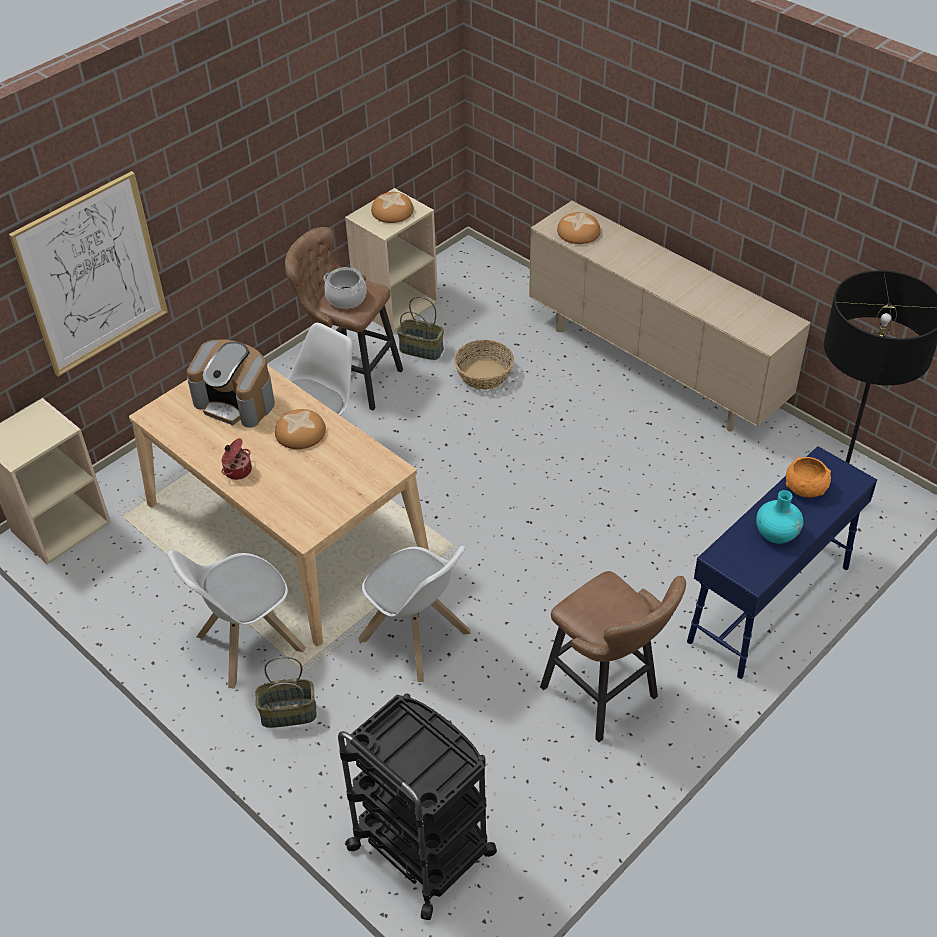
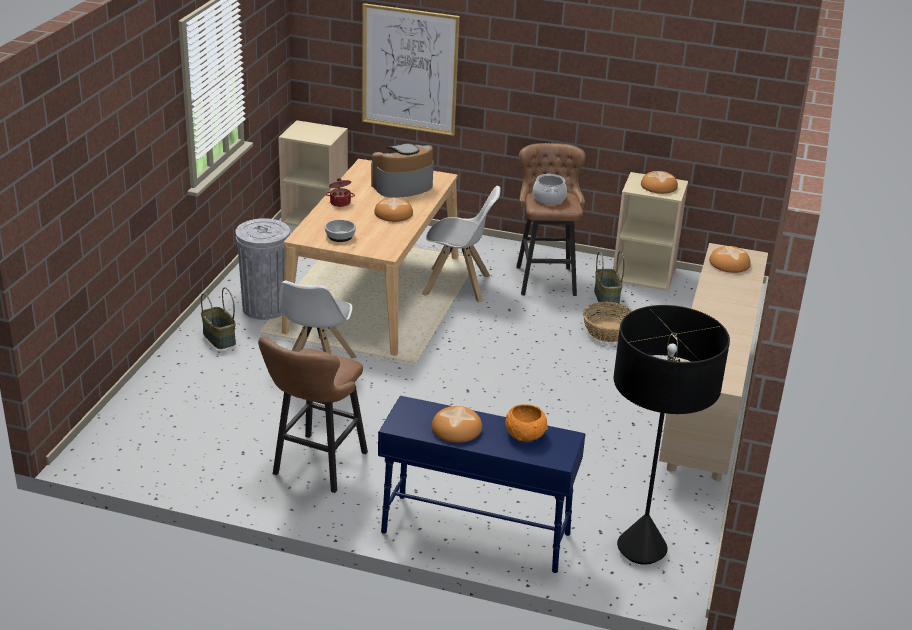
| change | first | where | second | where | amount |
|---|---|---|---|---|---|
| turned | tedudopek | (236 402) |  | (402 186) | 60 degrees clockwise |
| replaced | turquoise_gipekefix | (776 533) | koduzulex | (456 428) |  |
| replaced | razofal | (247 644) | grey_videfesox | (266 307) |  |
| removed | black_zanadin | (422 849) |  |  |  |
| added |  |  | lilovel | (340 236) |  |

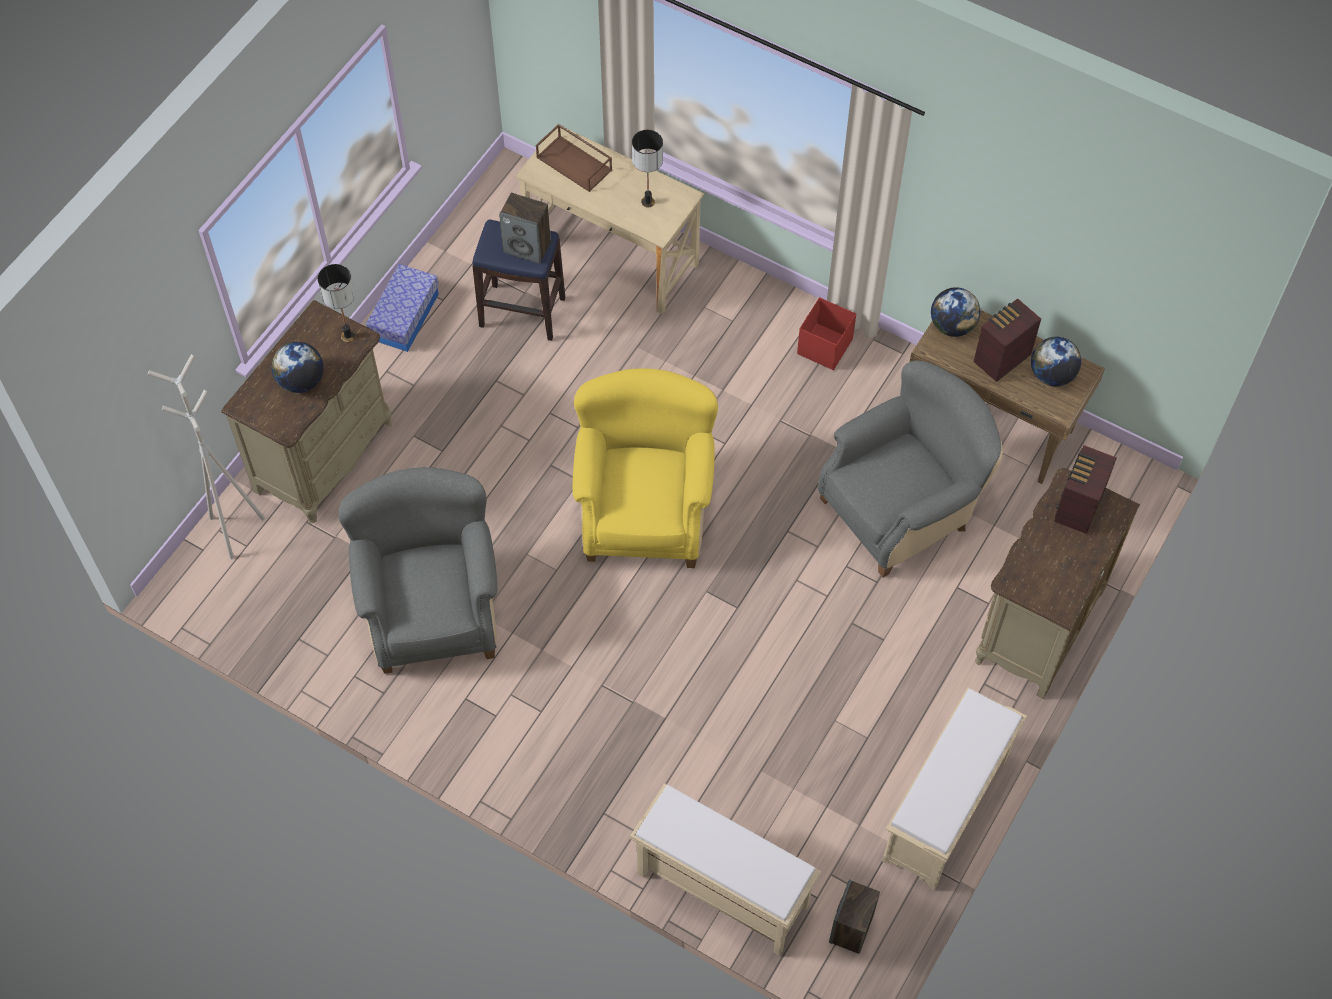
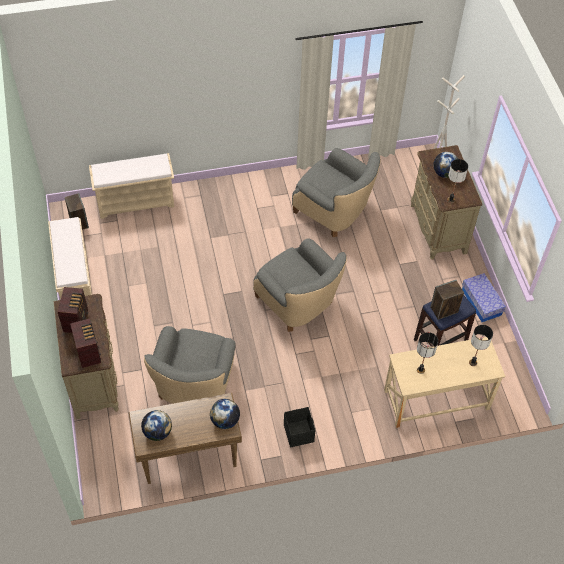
| change | first | where | second | where | amount |
|---|---|---|---|---|---|
| replaced | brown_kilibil | (575 163) | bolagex | (473 363) |  |
| recoloured | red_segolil | (824 347) | black_segolil | (298 433) |  |
| moved | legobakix | (1000 358) |  | (76 320) |  |
| recoloured | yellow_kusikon | (645 510) | grey_kusikon | (298 302) |  |

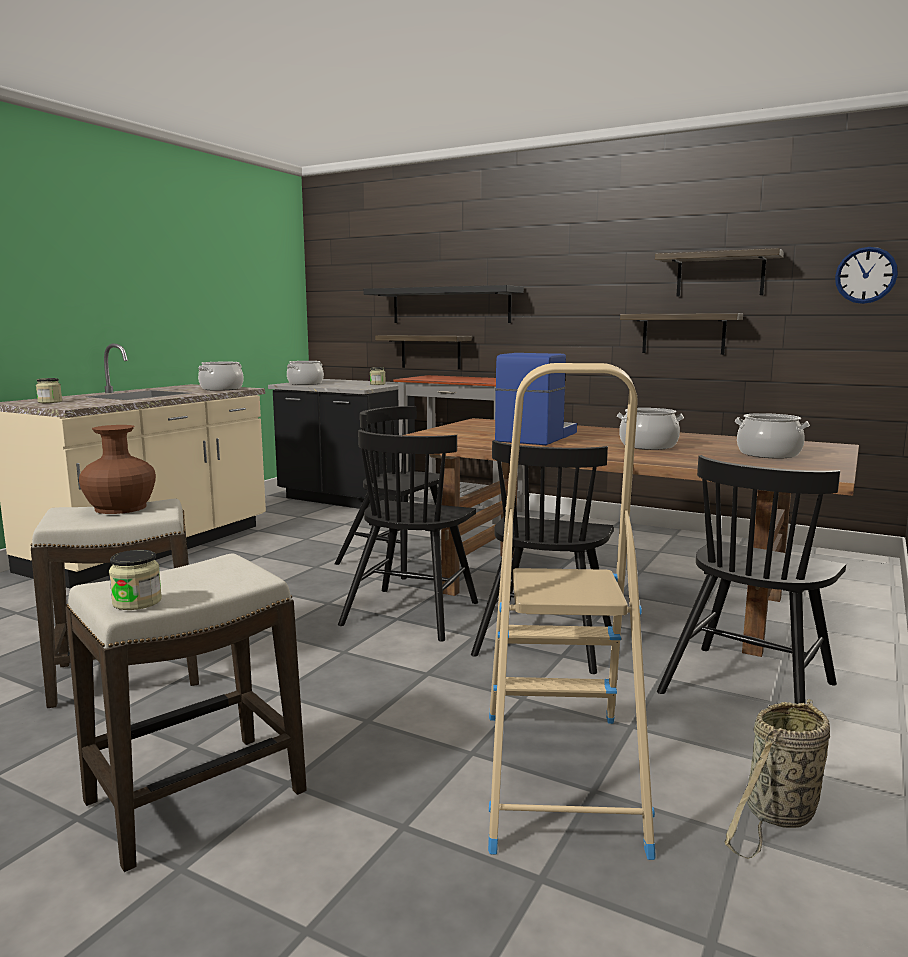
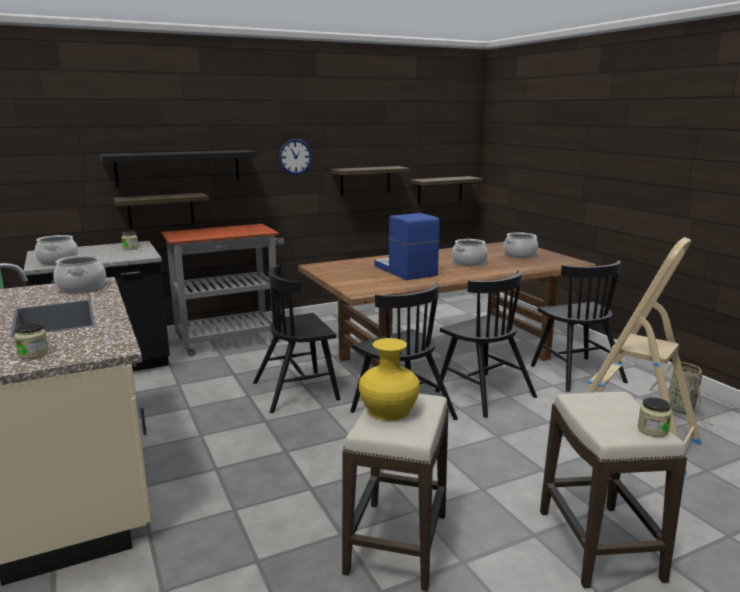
| change | first | where | second | where | amount |
|---|---|---|---|---|---|
| moved | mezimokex | (865 275) |  | (295 156) |  |
| moved | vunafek | (720 275) |  | (440 190) |  |
| recoloured | brown_gipekefix | (121 508) | yellow_gipekefix | (389 410) |  |

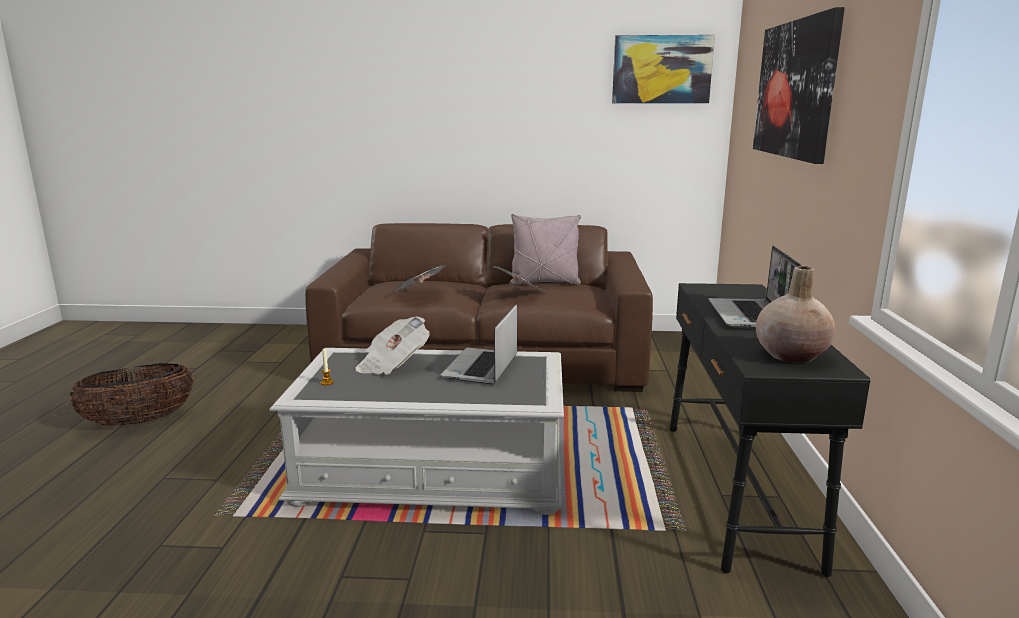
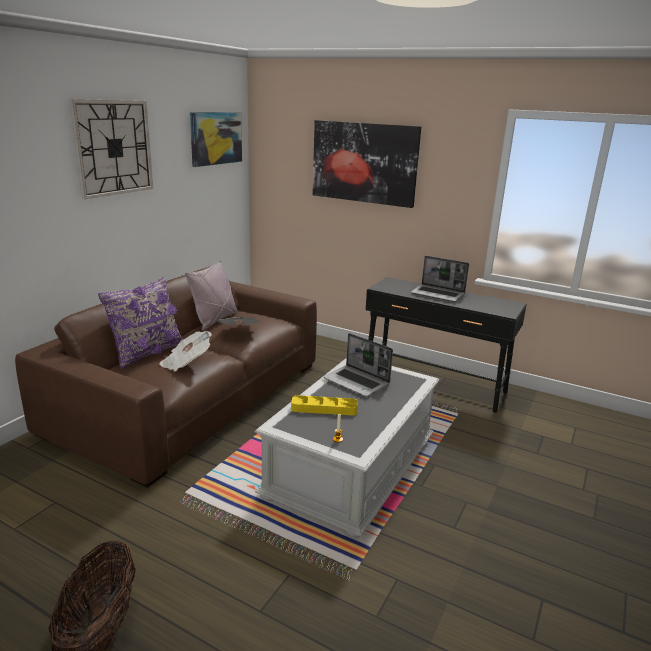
| change | first | where | second | where | amount |
|---|---|---|---|---|---|
| removed | beige_gipekefix | (791 355) |  |  |  |
| replaced | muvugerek | (392 364) | yellow_kilibil | (324 409) |  |
| added |  |  | mezimokex | (113 148) |  |
| added |  |  | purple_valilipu | (147 354) |  |

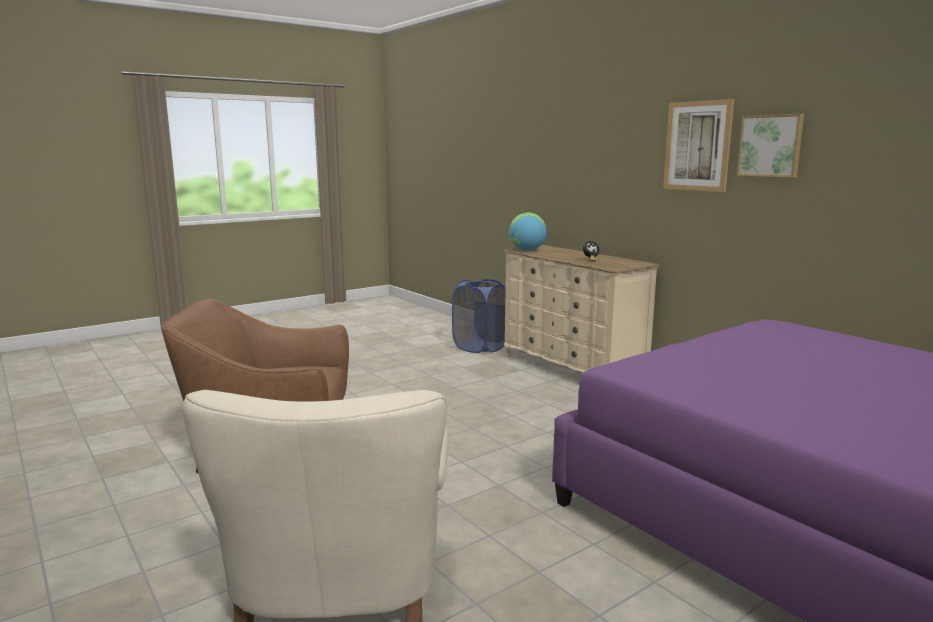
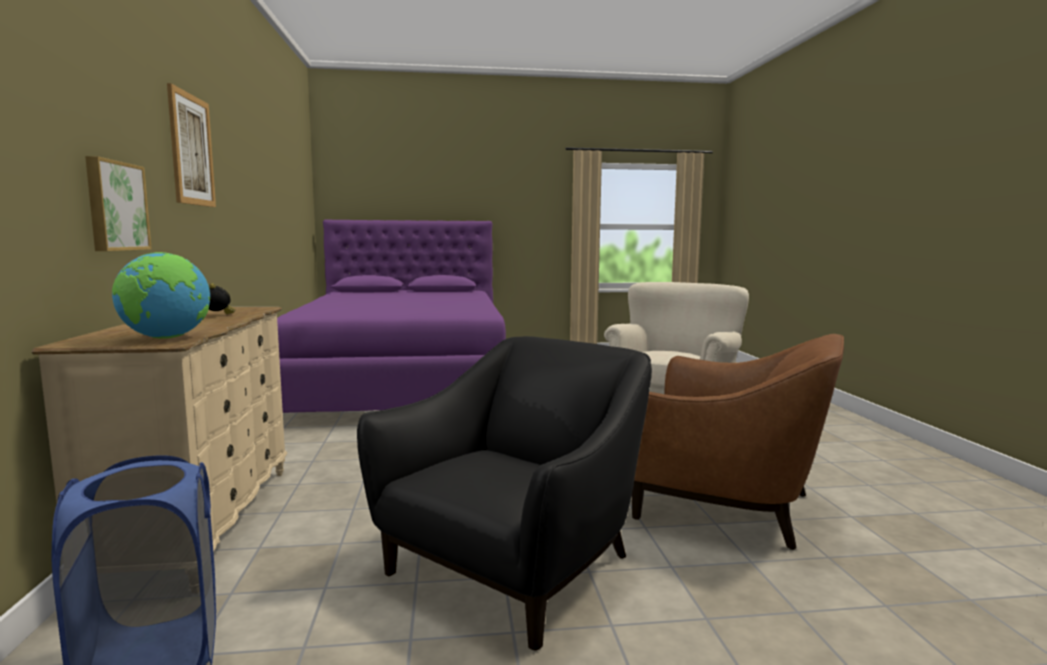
| change | first | where | second | where | amount |
|---|---|---|---|---|---|
| moved | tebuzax | (771 146) |  | (115 206) |  |
| added |  |  | black_kusikon | (515 566) |  |

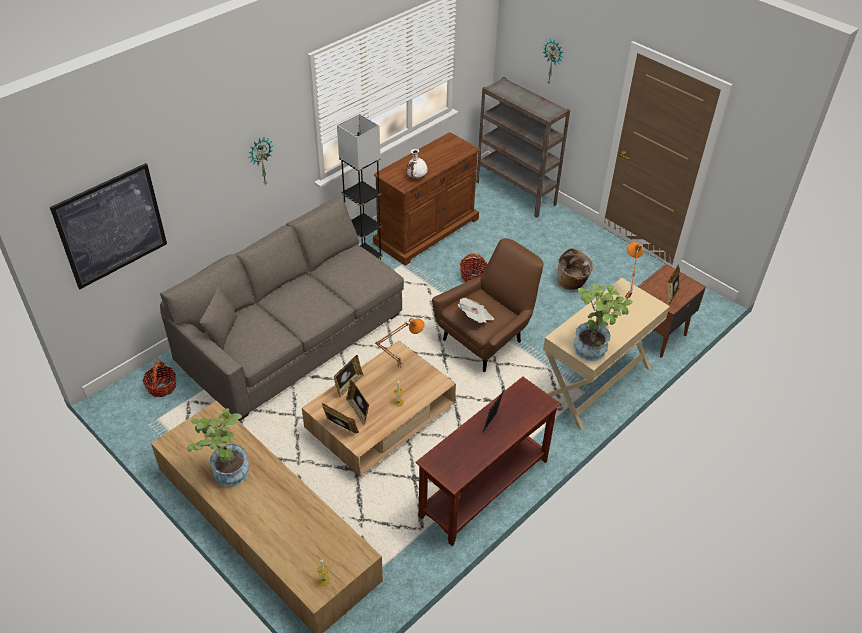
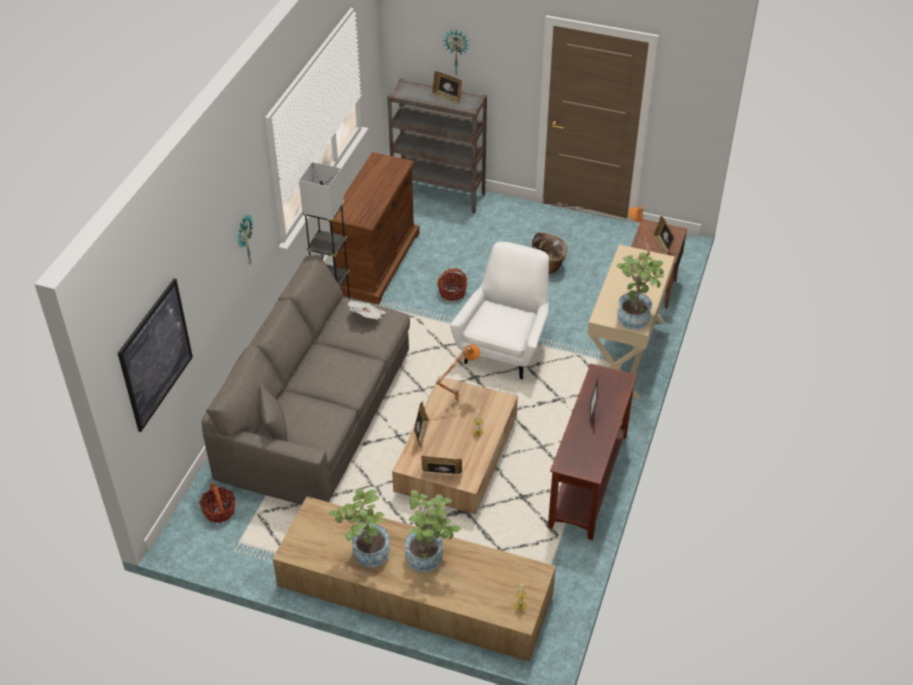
| change | first | where | second | where | amount |
|---|---|---|---|---|---|
| removed | white_gipekefix | (416 177) |  |  |  |
| recoloured | brown_kusikon | (486 340) | white_kusikon | (504 348) |  |
| moved | muvugerek | (475 318) |  | (367 317) |  |
| moved | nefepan | (358 411) |  | (447 97) |  |
| added |  |  | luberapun | (430 558) |  |

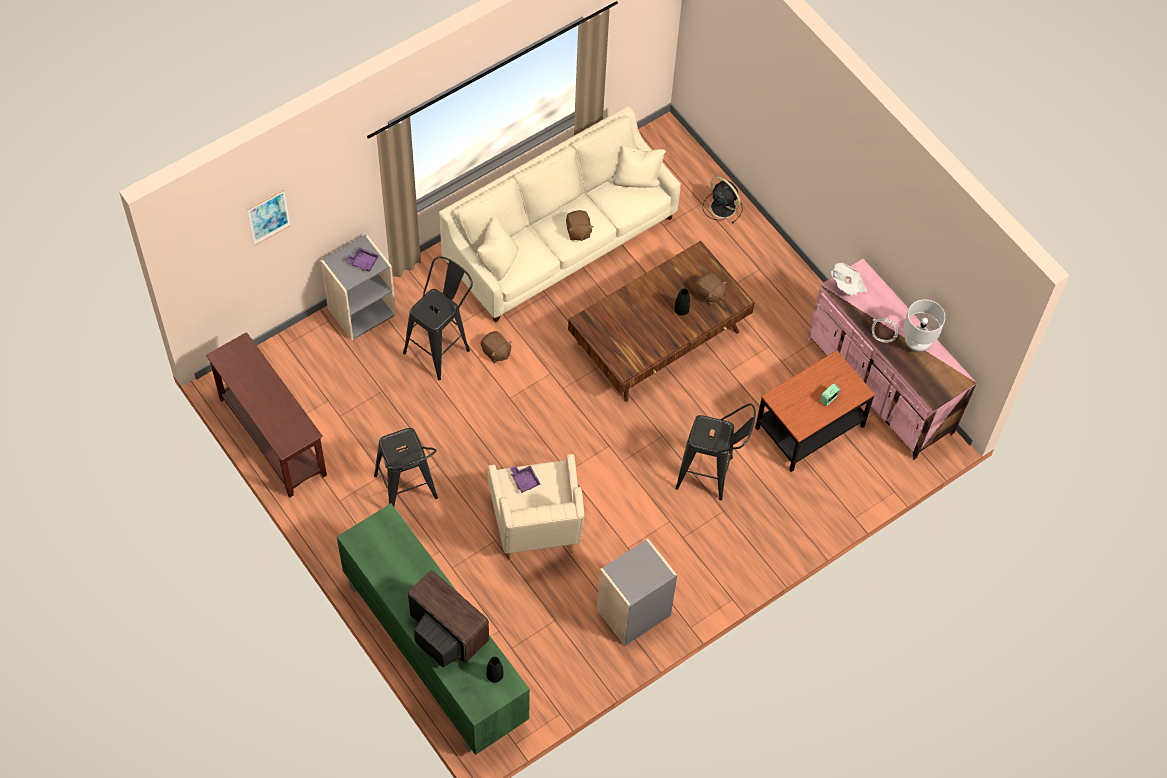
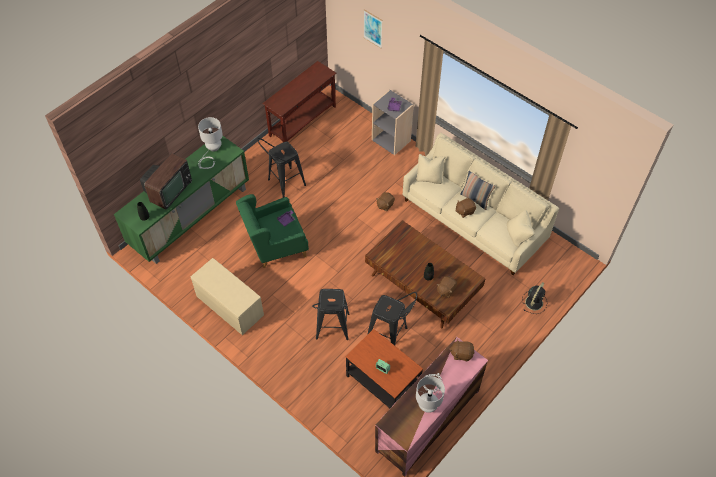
| change | first | where | second | where | amount |
|---|---|---|---|---|---|
| moved | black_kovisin | (441 347) |  | (390 336) |  |
| replaced | muvugerek | (848 285) | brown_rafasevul | (461 354) |  |
| recoloured | beige_kusikon | (536 527) | green_kusikon | (275 247) |  |
| replaced | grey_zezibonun | (633 613) | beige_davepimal | (229 305) |  |
| added |  |  | grey_bolagex | (211 153) |  |
| added |  |  | valilipu | (475 199) |  |

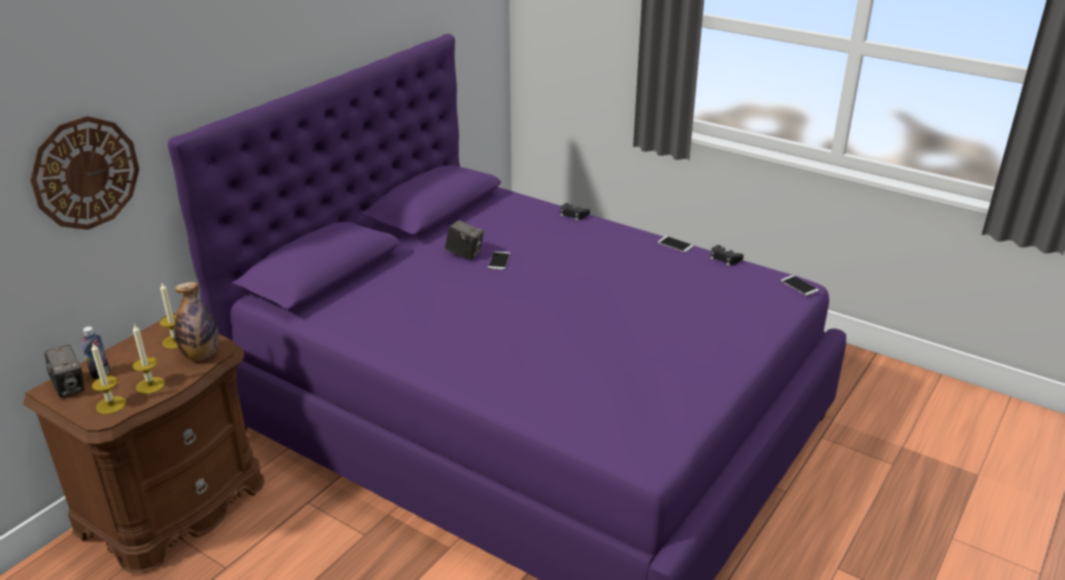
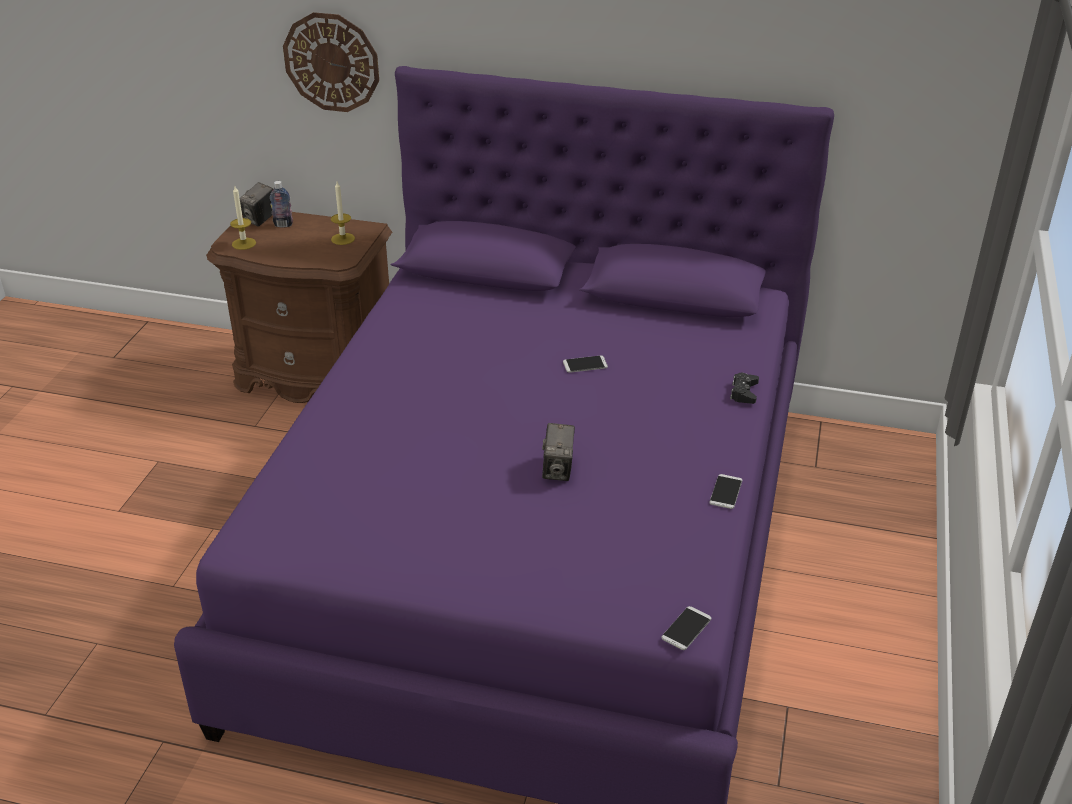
| change | first | where | second | where | amount |
|---|---|---|---|---|---|
| moved | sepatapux | (464 254) |  | (558 470) |  |
| removed | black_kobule | (724 258) |  |  |  |
| removed | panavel | (201 355) |  |  |  |
| removed | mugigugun | (150 385) |  |  |  |

